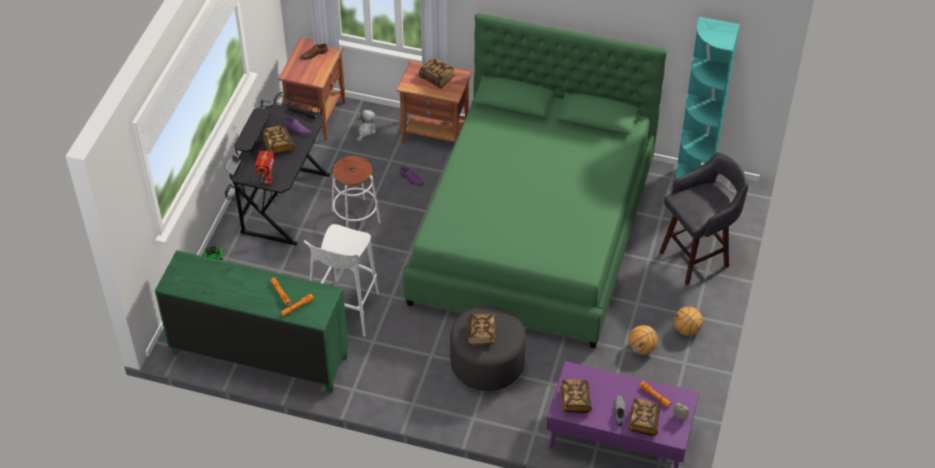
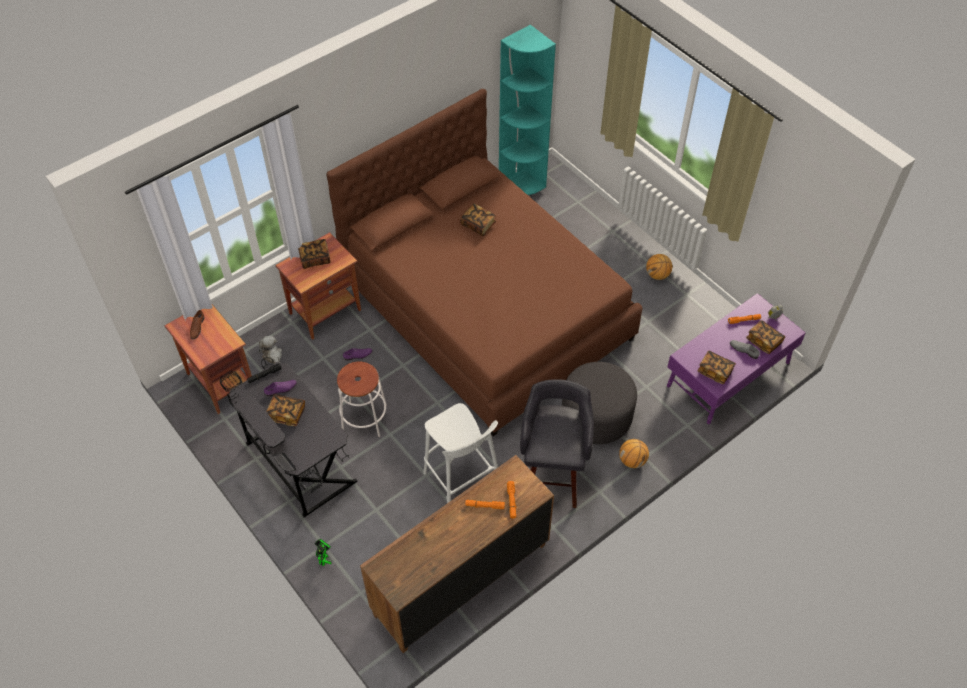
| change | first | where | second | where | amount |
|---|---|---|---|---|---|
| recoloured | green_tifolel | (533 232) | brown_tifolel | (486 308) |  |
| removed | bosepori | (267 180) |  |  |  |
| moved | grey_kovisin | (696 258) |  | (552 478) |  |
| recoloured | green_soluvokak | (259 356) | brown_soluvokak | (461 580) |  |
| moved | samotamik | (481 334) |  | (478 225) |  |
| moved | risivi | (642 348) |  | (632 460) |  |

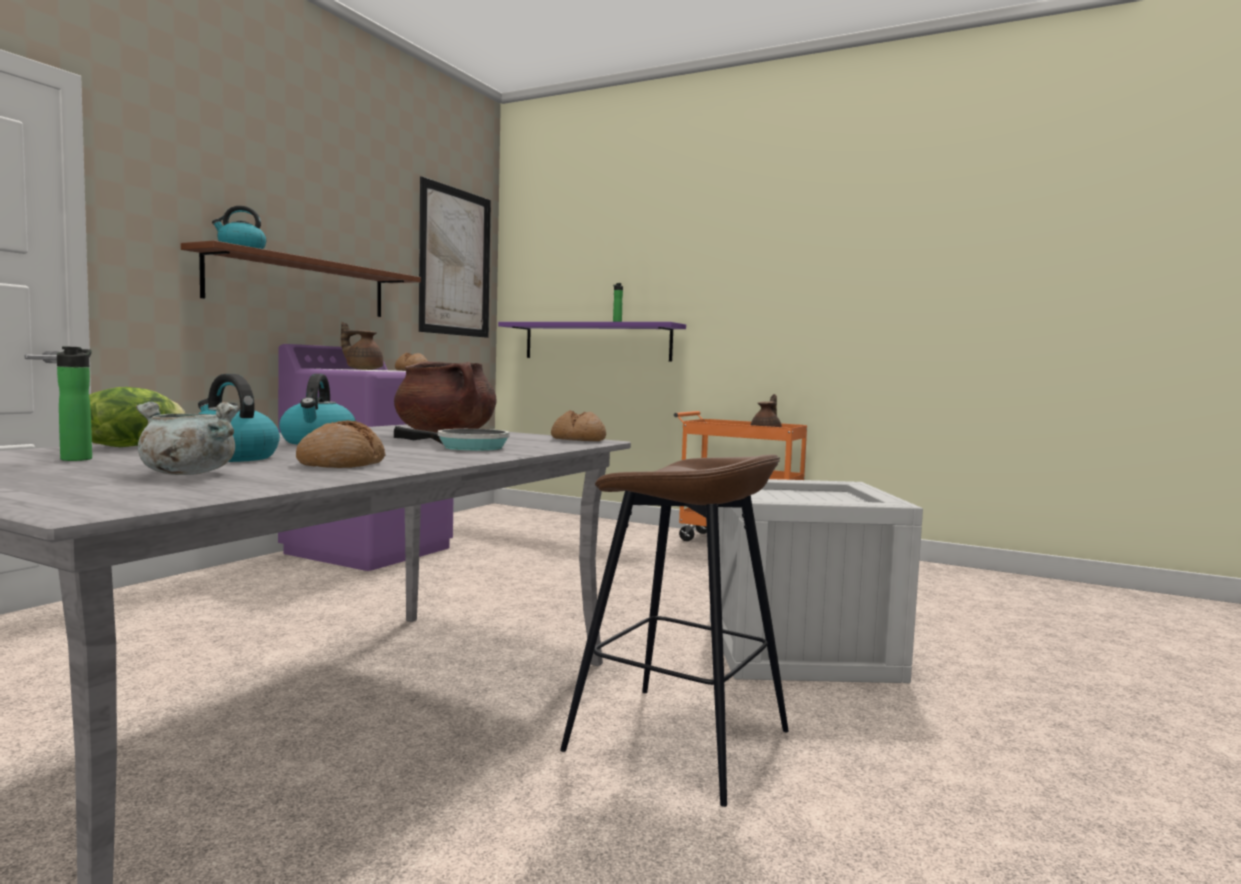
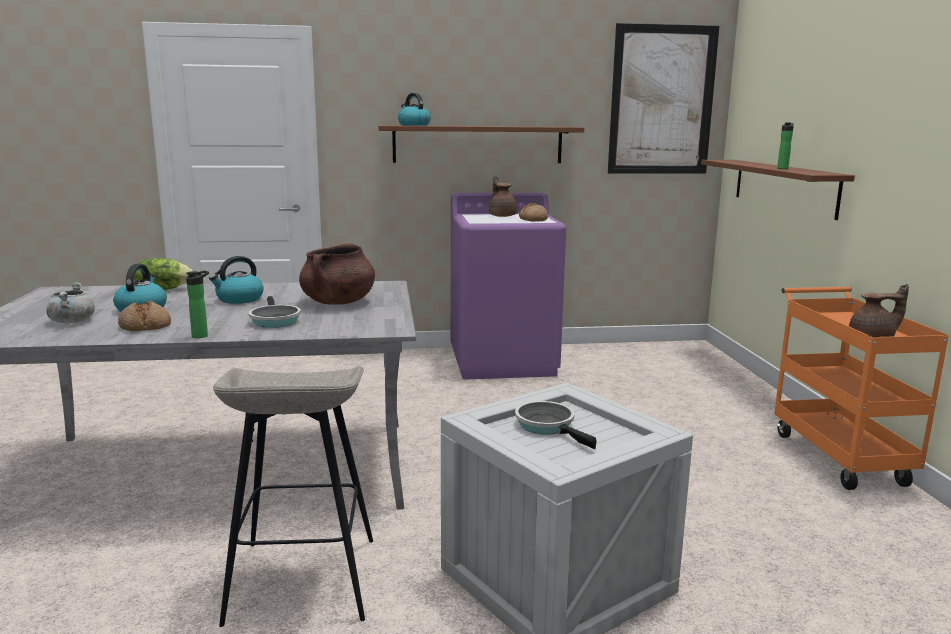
| change | first | where | second | where | amount |
|---|---|---|---|---|---|
| recoloured | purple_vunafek | (596 341) | brown_vunafek | (783 186) |  |
| moved | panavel | (78 459) |  | (202 335) |  |
| removed | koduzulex | (578 440) |  |  |  |
| recoloured | brown_kovisin | (678 741) | grey_kovisin | (302 580) |  |
| added |  |  | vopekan | (548 426) |  |

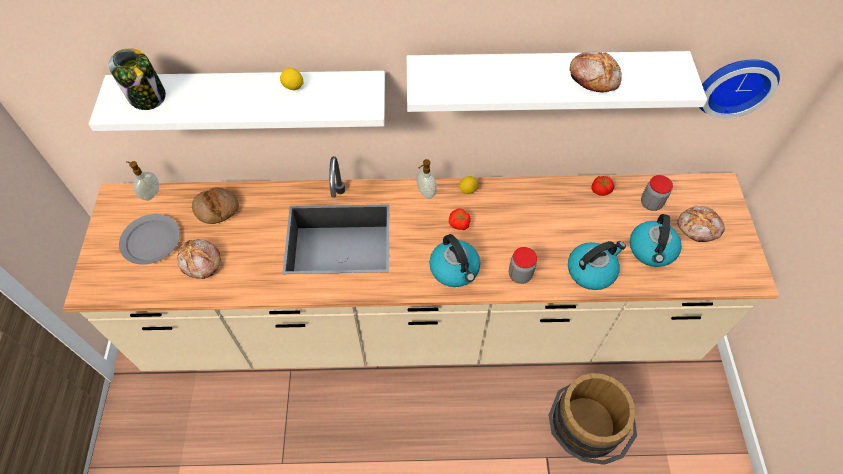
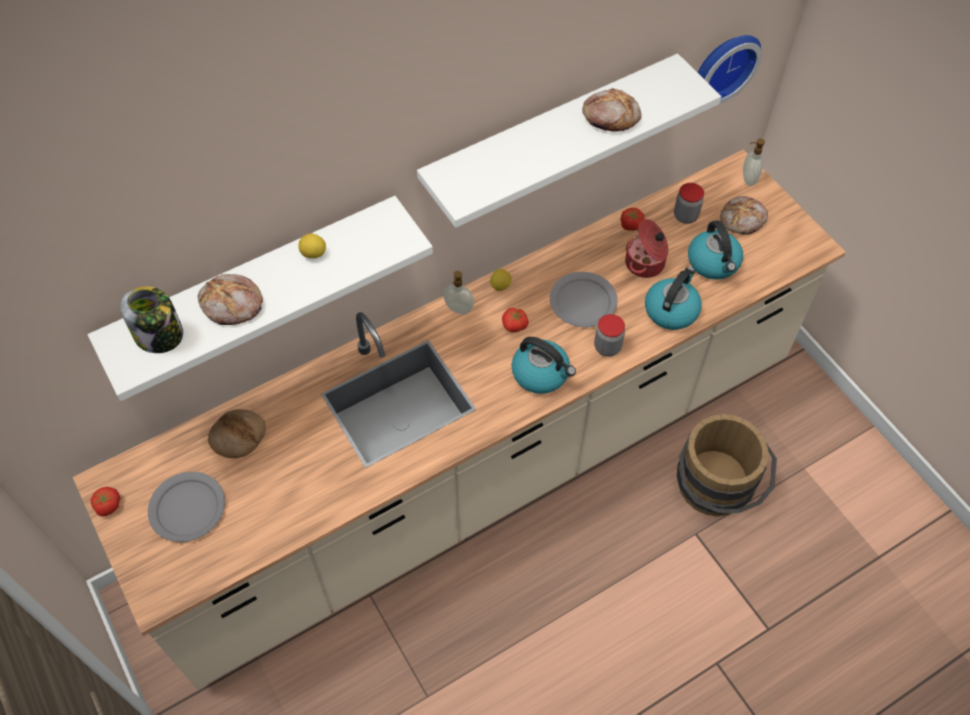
| change | first | where | second | where | amount |
|---|---|---|---|---|---|
| moved | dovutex | (150 194) |  | (748 179) |  |
| moved | koduzulex | (200 262) |  | (232 306) |  |
| added |  |  | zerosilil | (646 264) |  |
| added |  |  | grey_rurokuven | (583 302) |  |
| added |  |  | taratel | (107 505) |  |

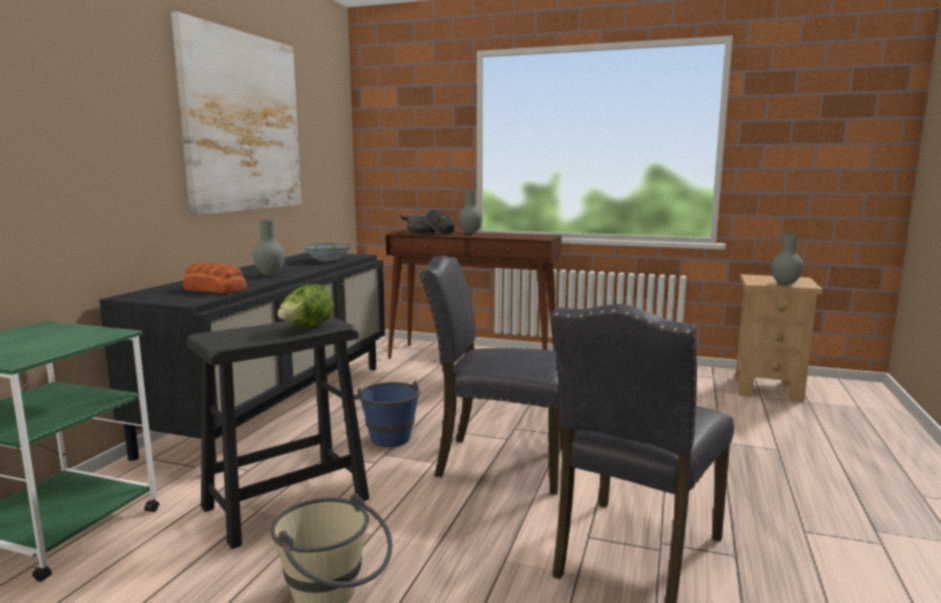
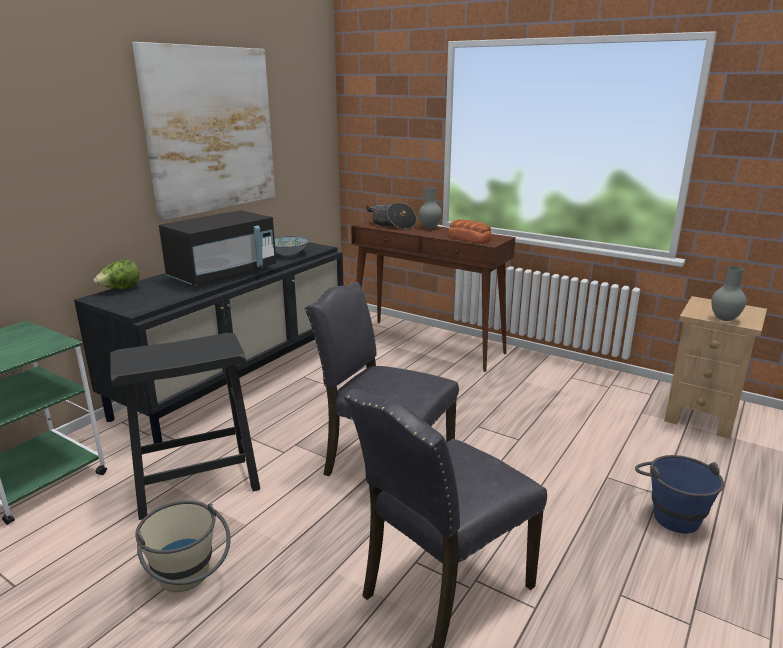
| change | first | where | second | where | amount |
|---|---|---|---|---|---|
| replaced | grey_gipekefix | (270 275) | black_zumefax | (223 274) |  |
| moved | koduzulex | (214 289) |  | (469 238) |  |
| moved | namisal | (306 328) |  | (120 289) |  |
| moved | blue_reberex | (387 435) |  | (670 512) |  |

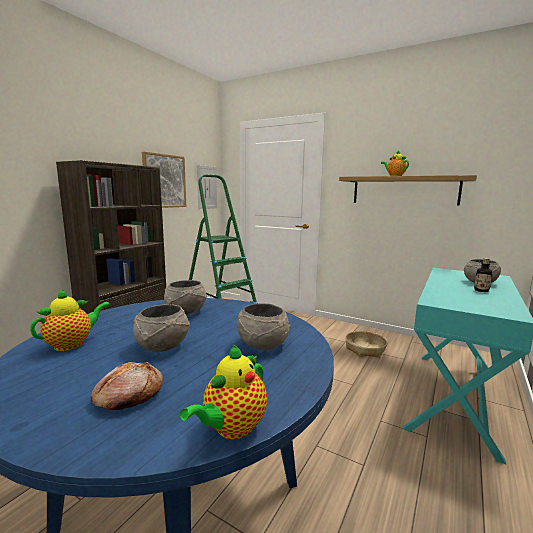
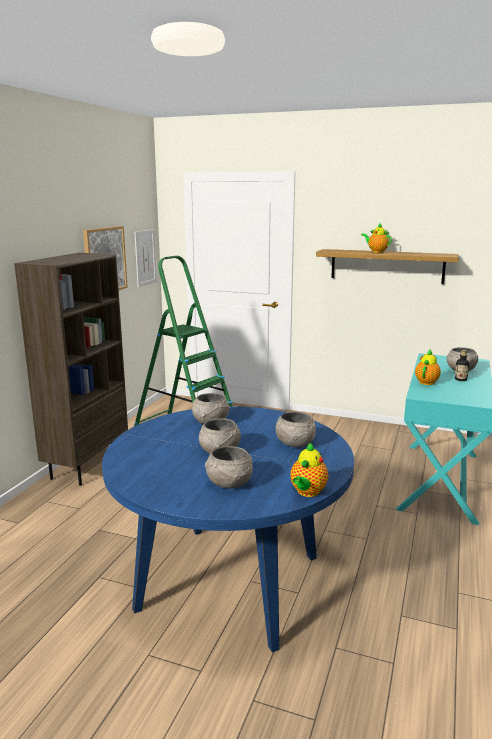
| change | first | where | second | where | amount |
|---|---|---|---|---|---|
| moved | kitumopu | (72 344) |  | (427 382) |  |
| removed | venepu | (365 349) |  |  |  |
| replaced | koduzulex | (128 395) | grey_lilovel | (228 483) |  |

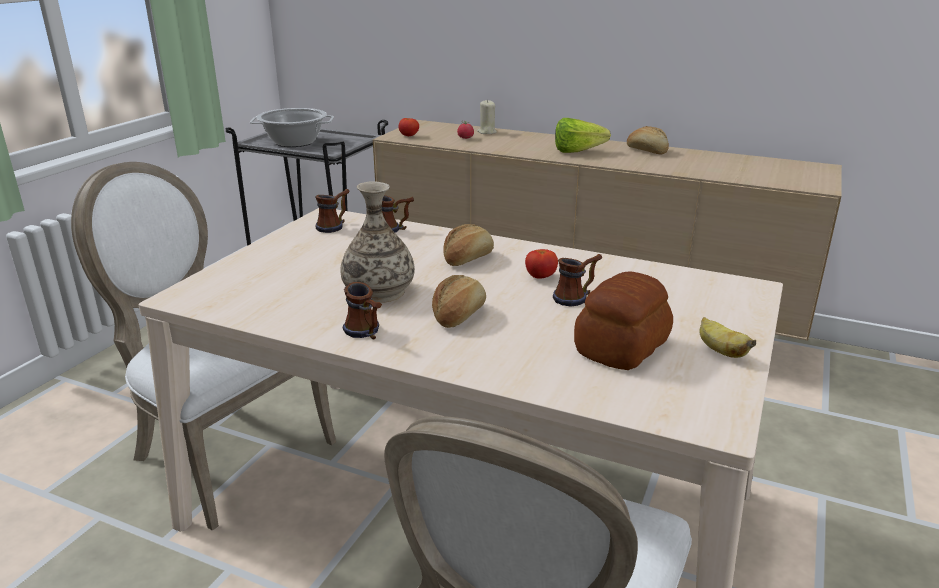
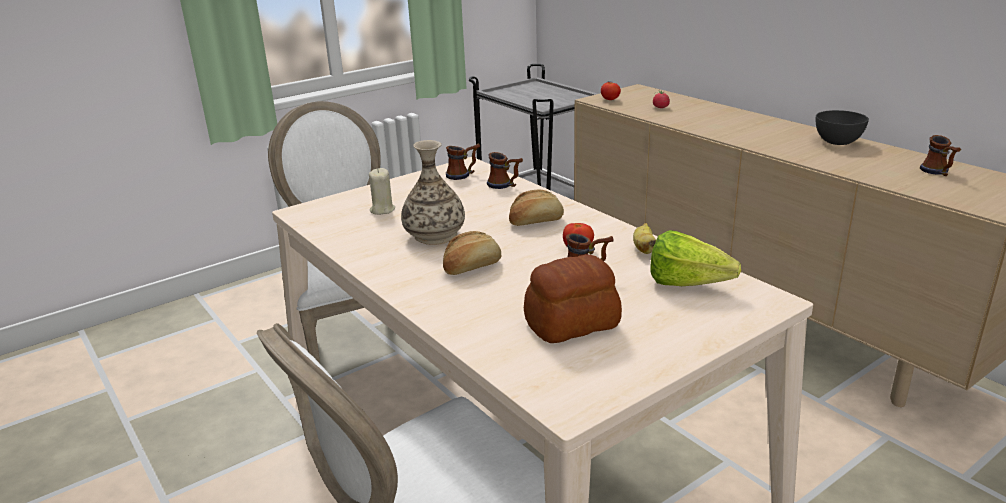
| change | first | where | second | where | amount |
|---|---|---|---|---|---|
| moved | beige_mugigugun | (486 132) |  | (382 210) |  |
| removed | zerosilil | (294 142) |  |  |  |
| moved | namisal | (582 152) |  | (693 286) |  |
| replaced | koduzulex | (647 150) | grey_lilovel | (837 142) |  |
| moved | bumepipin | (366 333) |  | (938 172) |  |
| moved | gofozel | (720 351) |  | (644 249) |  |

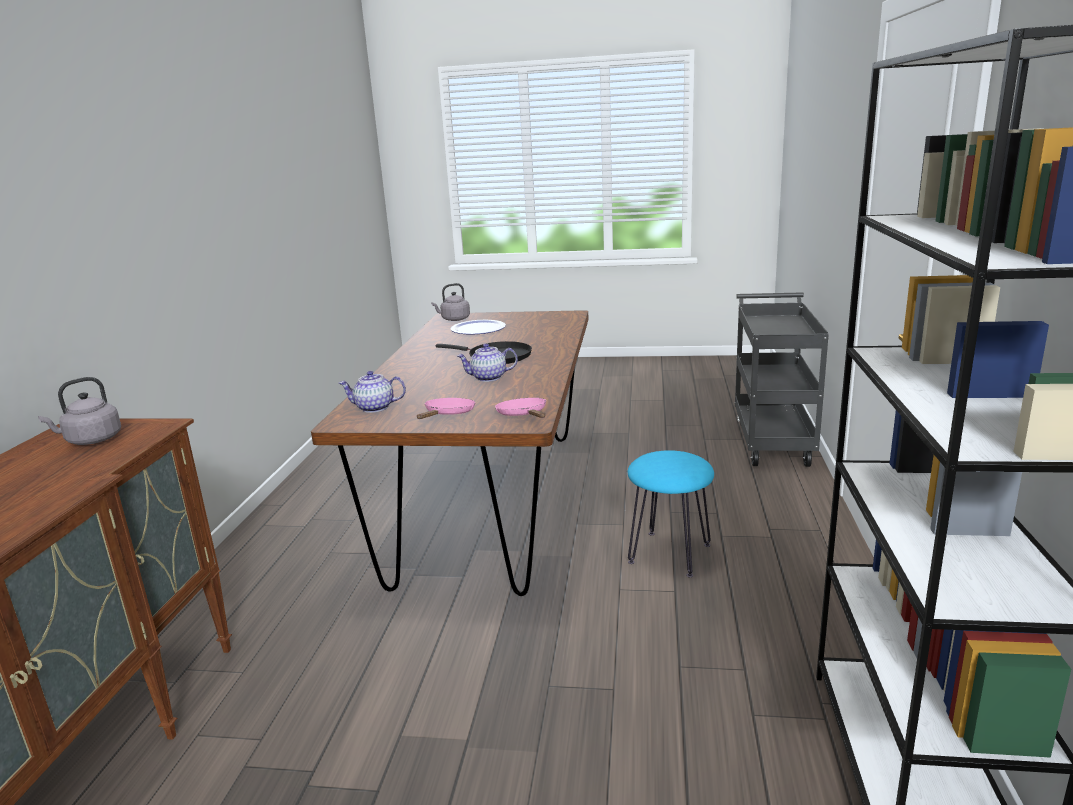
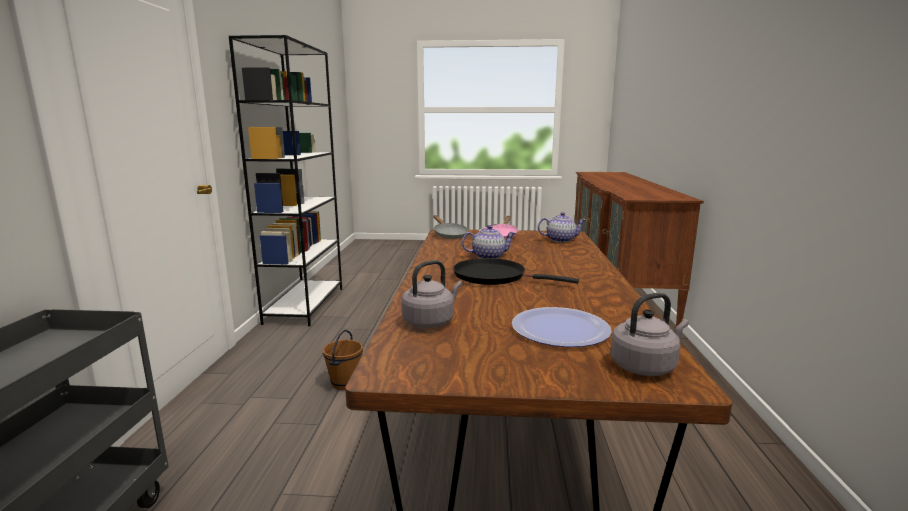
| change | first | where | second | where | amount |
|---|---|---|---|---|---|
| moved | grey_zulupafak | (91 440) |  | (430 321) |  |
| recoloured | pink_vopekan | (523 415) | grey_vopekan | (449 235) |  |
| replaced | turquoise_kovisin | (669 554) | brown_reberex | (344 383) |  |

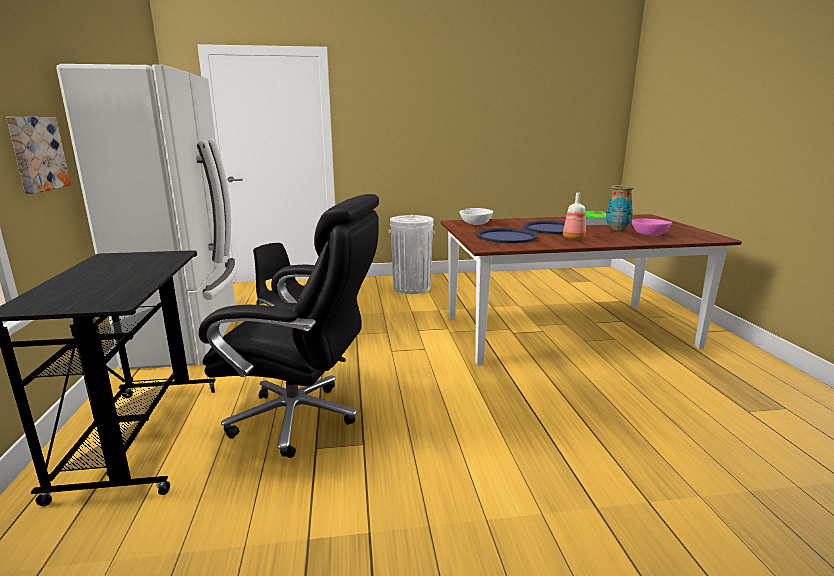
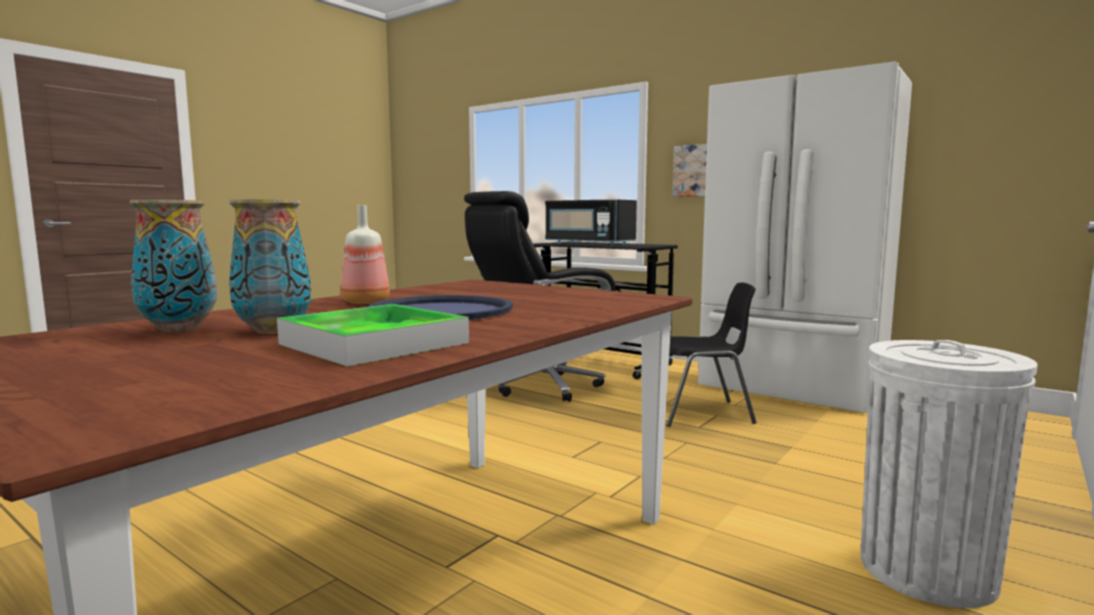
| change | first | where | second | where | amount |
|---|---|---|---|---|---|
| removed | white_lilovel | (475 224) |  |  |  |
| replaced | pink_lilovel | (649 235) | gipekefix | (180 329) |  |
| removed | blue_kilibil | (506 237) |  |  |  |
| added |  |  | black_zumefax | (588 244) |  |

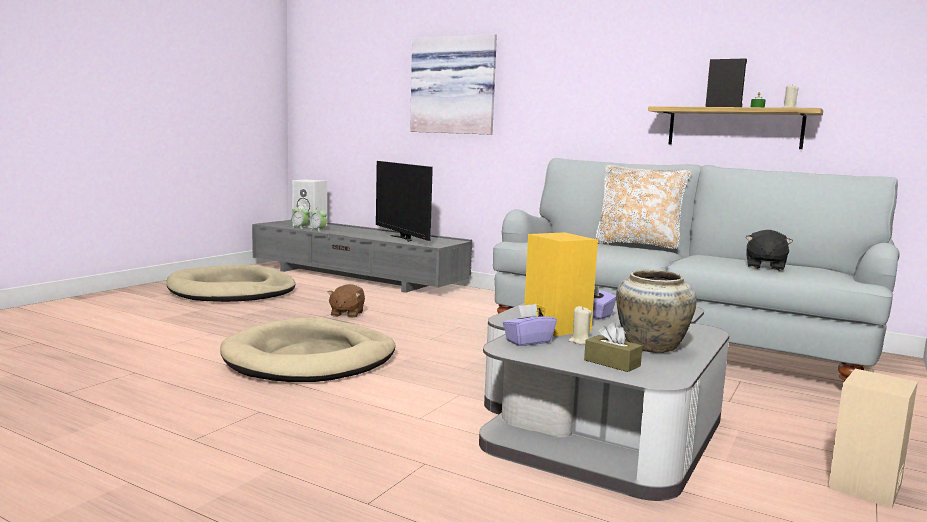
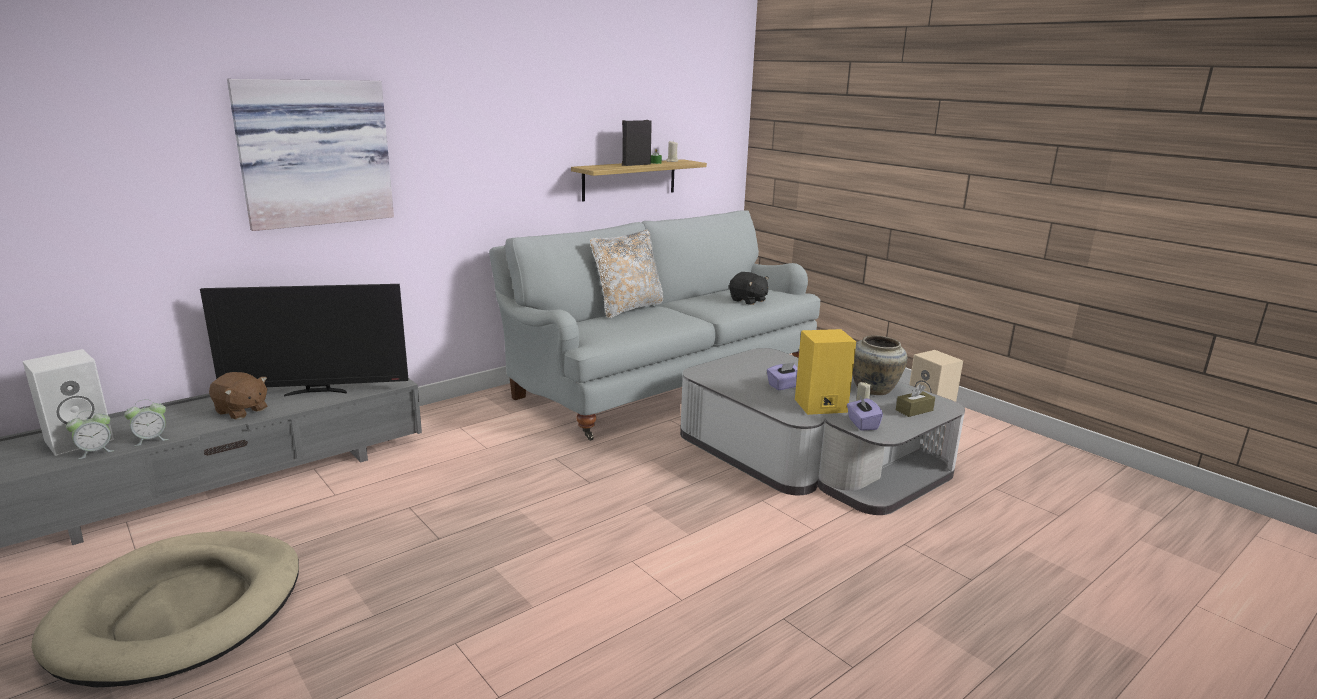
| change | first | where | second | where | amount |
|---|---|---|---|---|---|
| moved | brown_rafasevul | (346 314) |  | (241 411) |  |
| removed | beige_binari | (311 359) |  |  |  |

